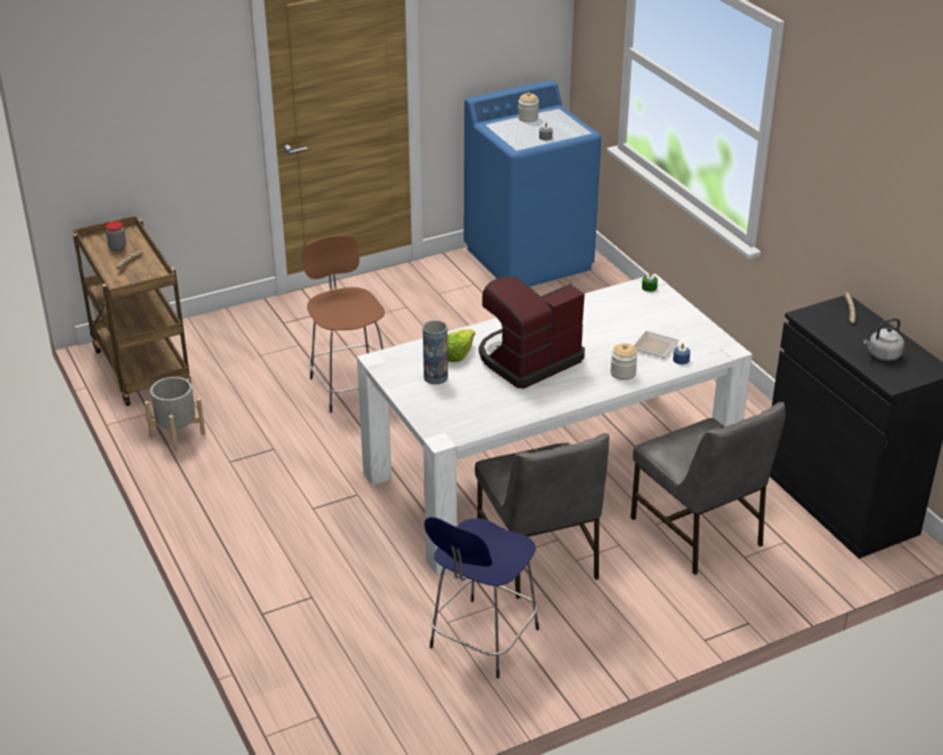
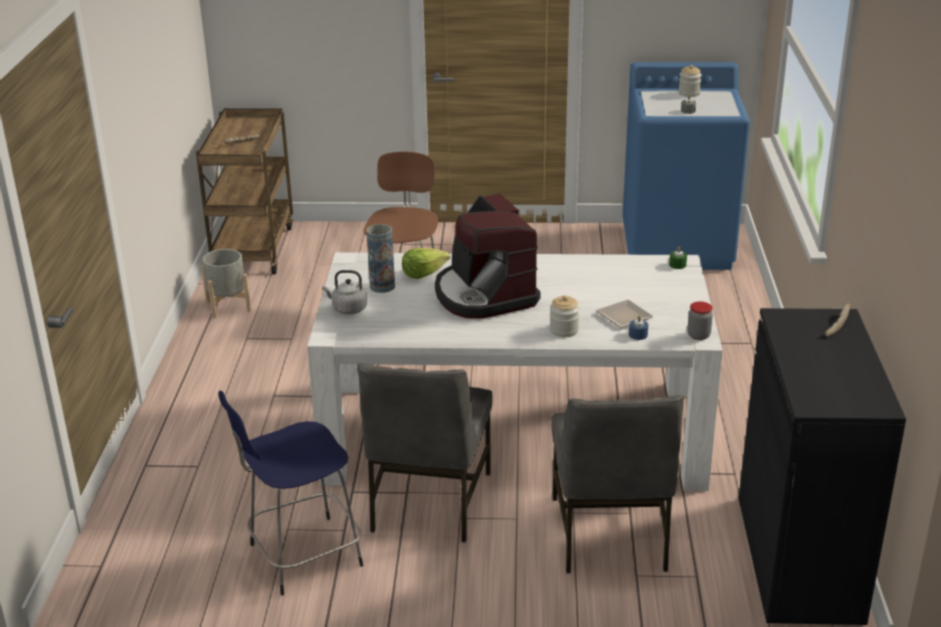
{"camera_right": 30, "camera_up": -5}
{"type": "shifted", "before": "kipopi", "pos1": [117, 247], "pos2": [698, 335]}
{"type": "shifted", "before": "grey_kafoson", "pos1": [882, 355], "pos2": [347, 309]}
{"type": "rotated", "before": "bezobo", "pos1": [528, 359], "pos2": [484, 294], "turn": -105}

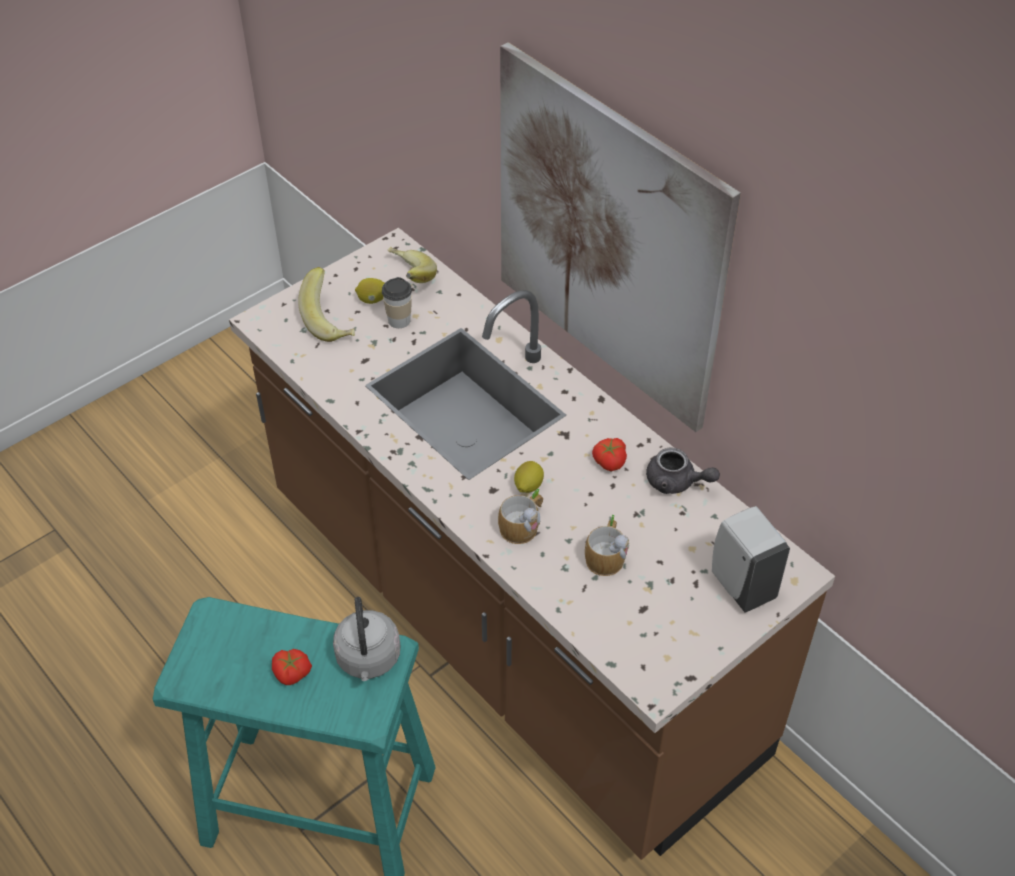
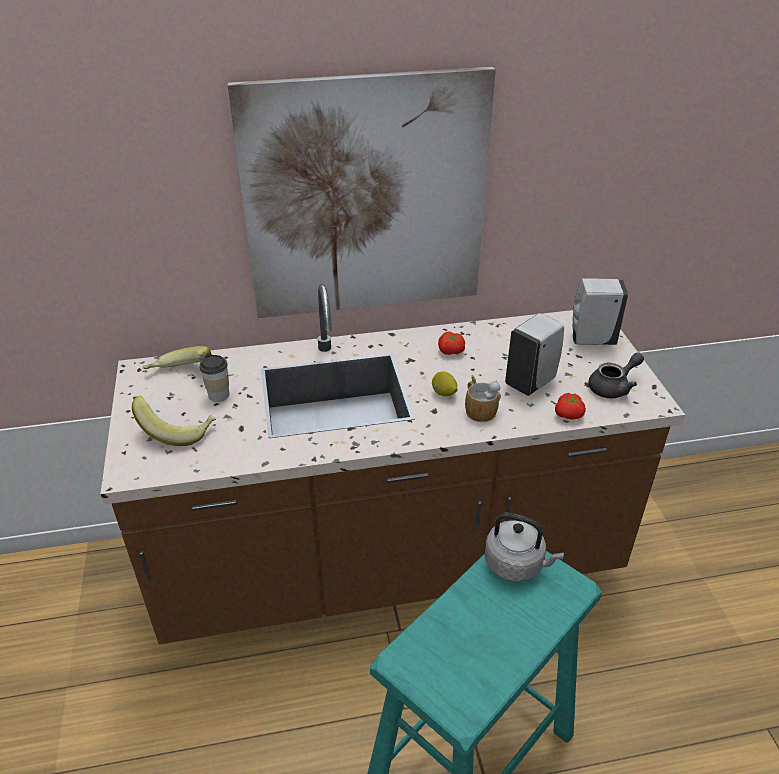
{"camera_right": -60, "camera_up": -10}
{"type": "gone", "before": "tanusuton", "pos1": [373, 300]}
{"type": "shifted", "before": "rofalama", "pos1": [292, 674], "pos2": [569, 415]}
{"type": "shifted", "before": "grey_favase", "pos1": [676, 482], "pos2": [613, 387]}
{"type": "swapped", "before": "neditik", "after": "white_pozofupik", "pos1": [607, 555], "pos2": [531, 382]}

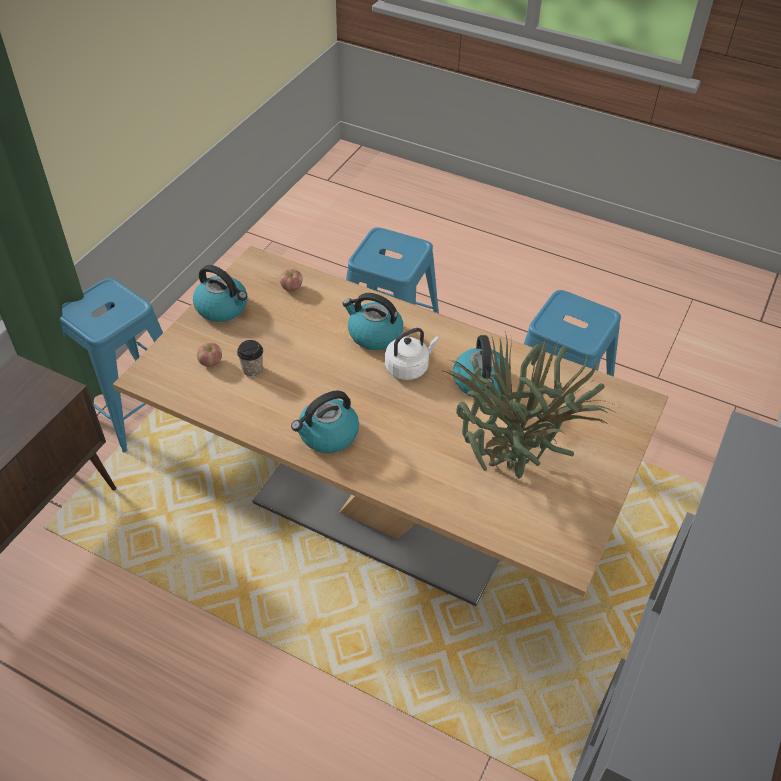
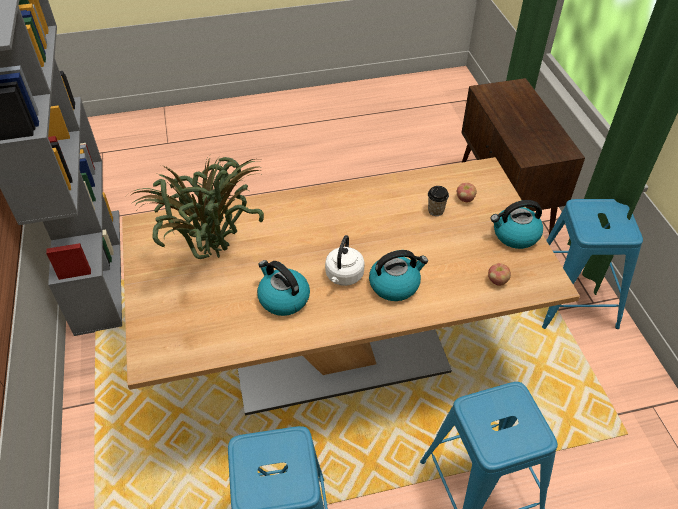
{"camera_right": 140, "camera_up": 0}
{"type": "gone", "before": "kafoson", "pos1": [327, 435]}

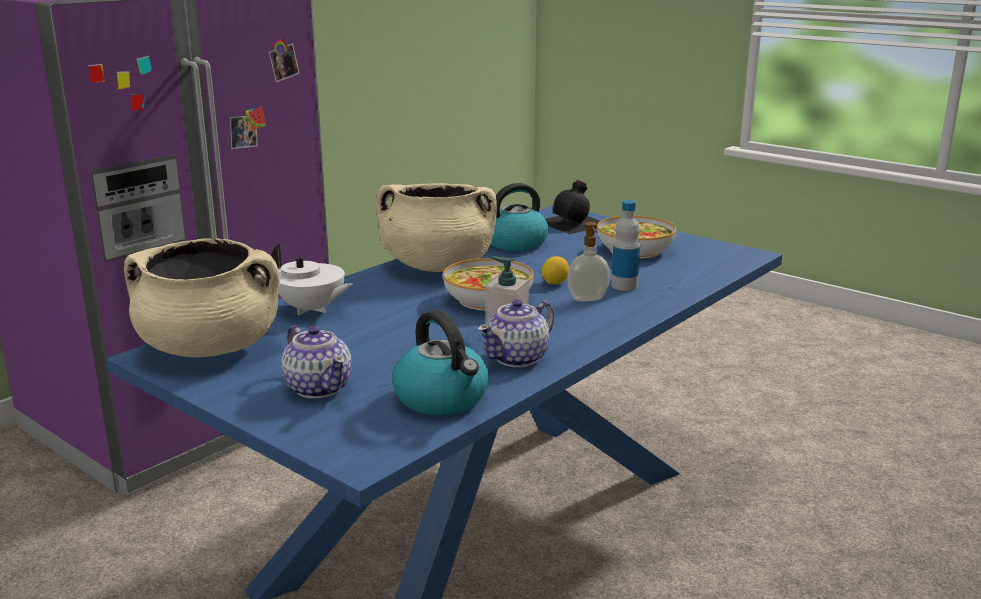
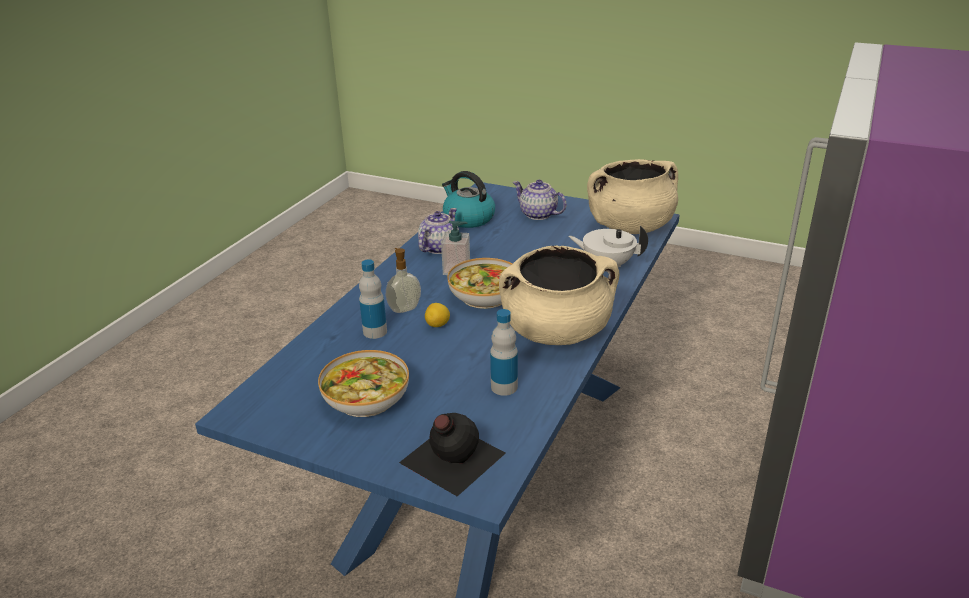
{"camera_right": 165, "camera_up": 10}
{"type": "swapped", "before": "kafoson", "after": "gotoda", "pos1": [514, 244], "pos2": [504, 387]}

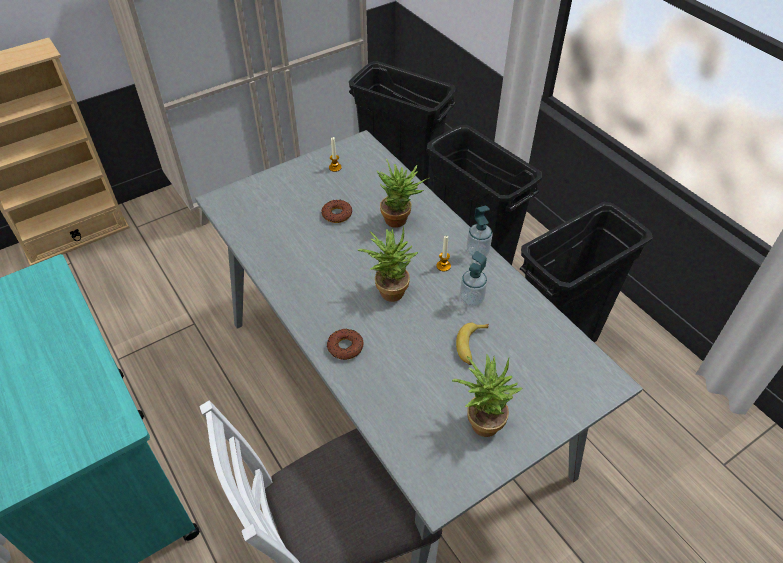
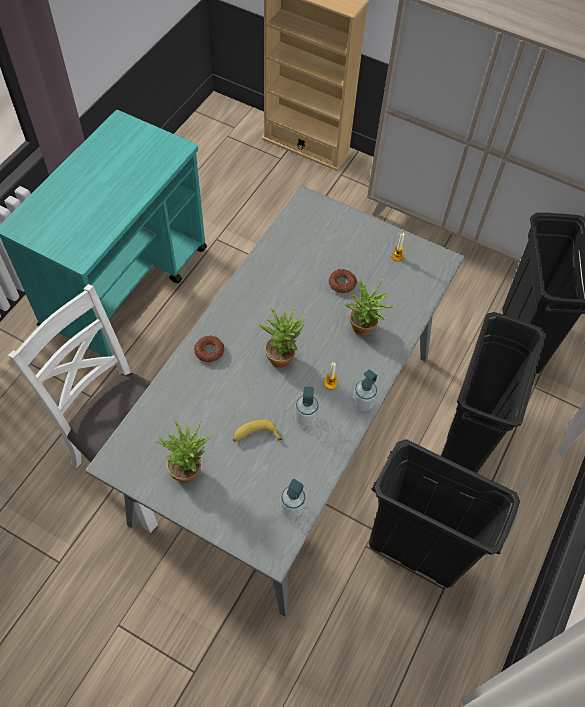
{"camera_right": 60, "camera_up": 10}
{"type": "new", "after": "pozofupik", "pos2": [292, 508]}

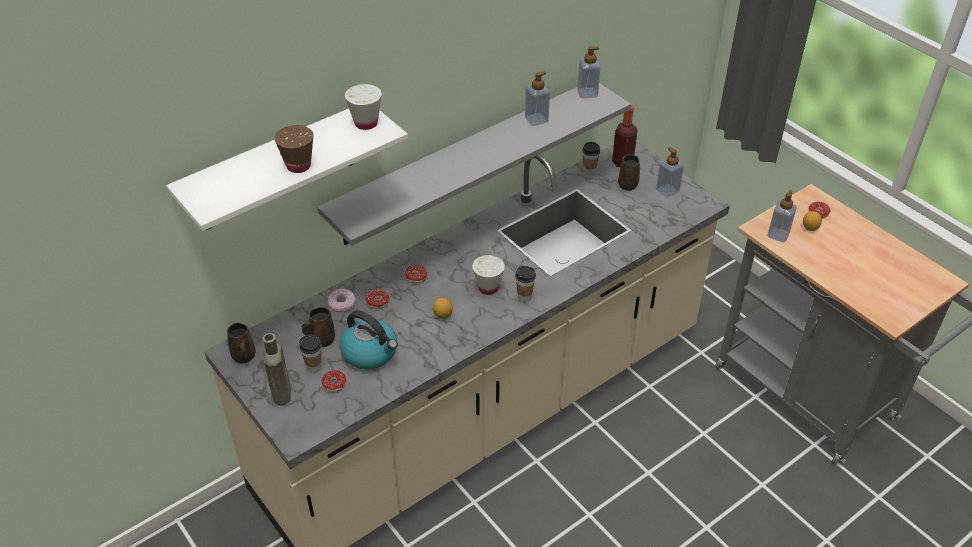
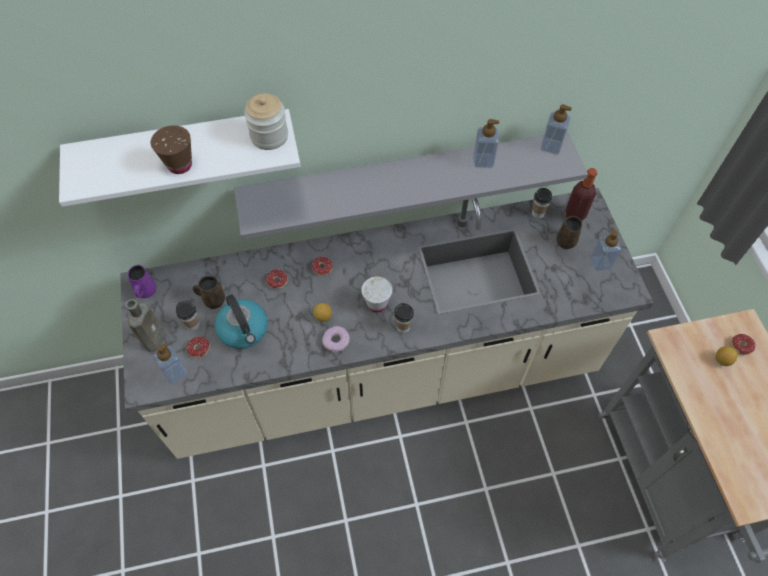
{"camera_right": 25, "camera_up": 15}
{"type": "shifted", "before": "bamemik", "pos1": [342, 304], "pos2": [336, 341]}
{"type": "shifted", "before": "pozofupik", "pos1": [778, 235], "pos2": [175, 372]}
{"type": "swapped", "before": "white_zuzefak", "after": "kipopi", "pos1": [366, 123], "pos2": [269, 136]}
{"type": "repainted", "before": "brown_neditik", "after": "purple_neditik", "pos1": [244, 357], "pos2": [146, 291]}

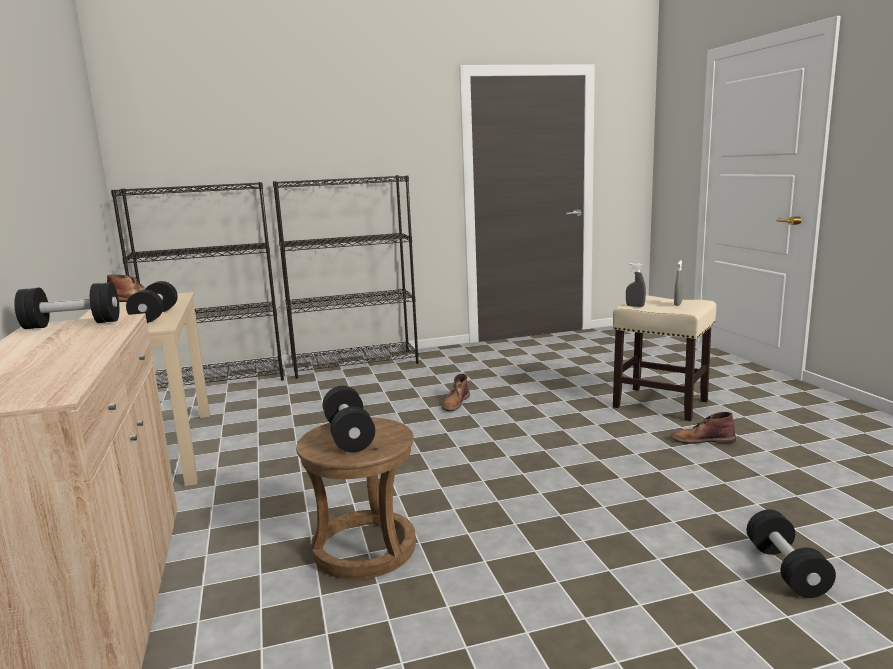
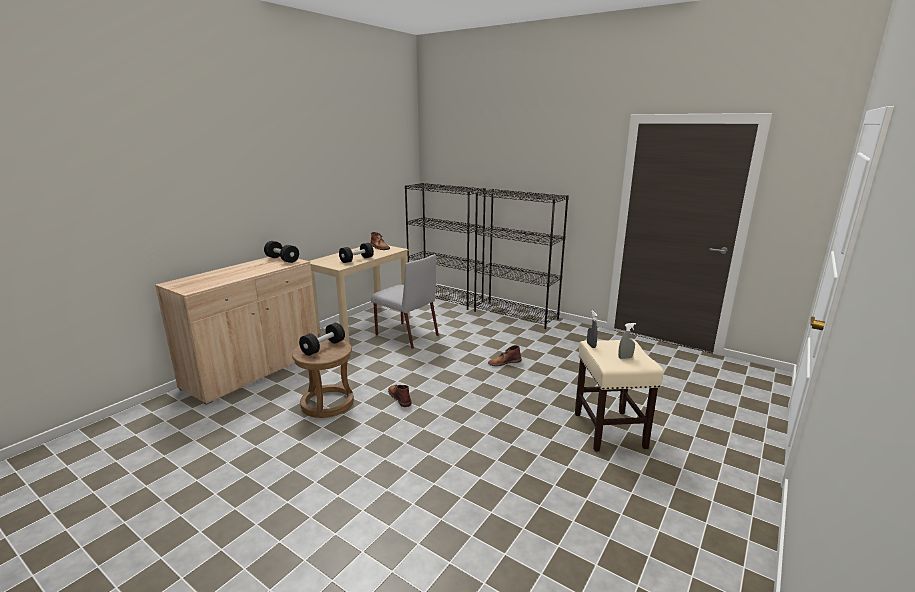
{"camera_right": 50, "camera_up": 5}
{"type": "gone", "before": "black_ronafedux", "pos1": [786, 570]}
{"type": "new", "after": "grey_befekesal", "pos2": [406, 335]}
{"type": "shifted", "before": "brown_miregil", "pos1": [701, 440], "pos2": [399, 397]}

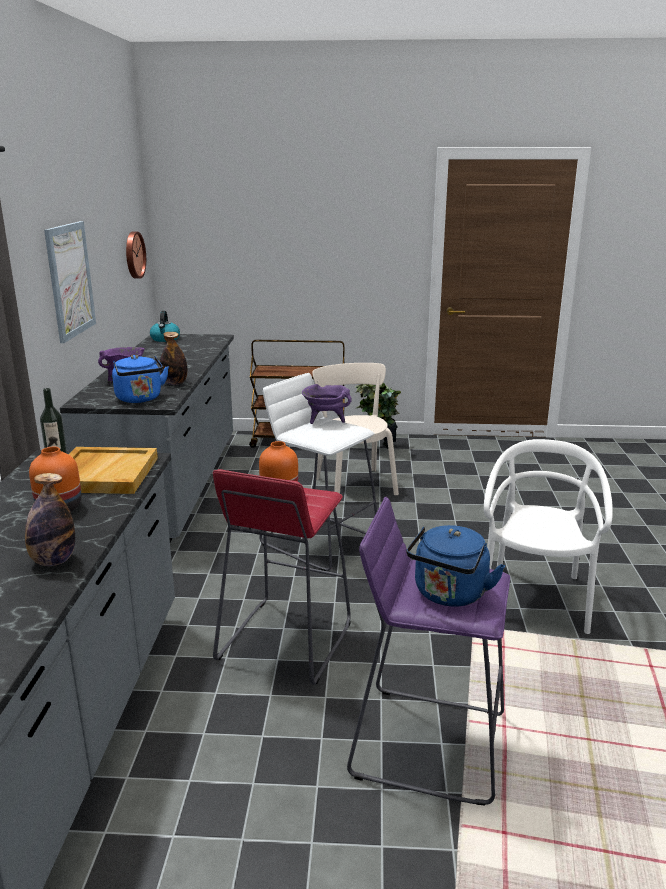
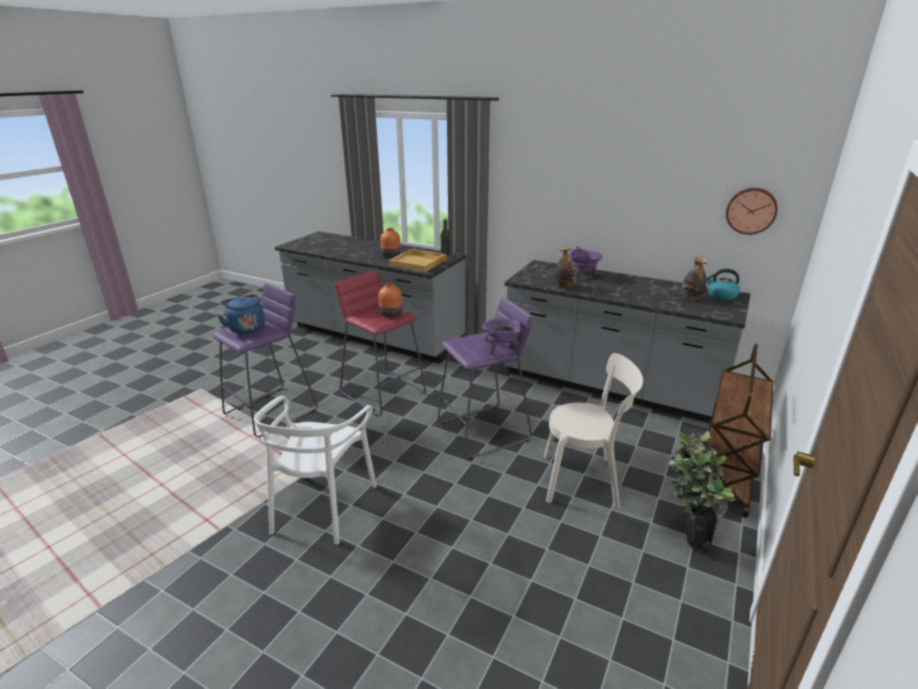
{"camera_right": 115, "camera_up": 5}
{"type": "gone", "before": "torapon", "pos1": [70, 280]}
{"type": "gone", "before": "blue_kafoson", "pos1": [140, 399]}
{"type": "shifted", "before": "gotoda", "pos1": [53, 561], "pos2": [691, 298]}
{"type": "repainted", "before": "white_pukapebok", "after": "purple_pukapebok", "pos1": [320, 541], "pos2": [484, 431]}
{"type": "rotated", "before": "white_befekesal", "pos1": [534, 598], "pos2": [322, 506], "turn": 60}

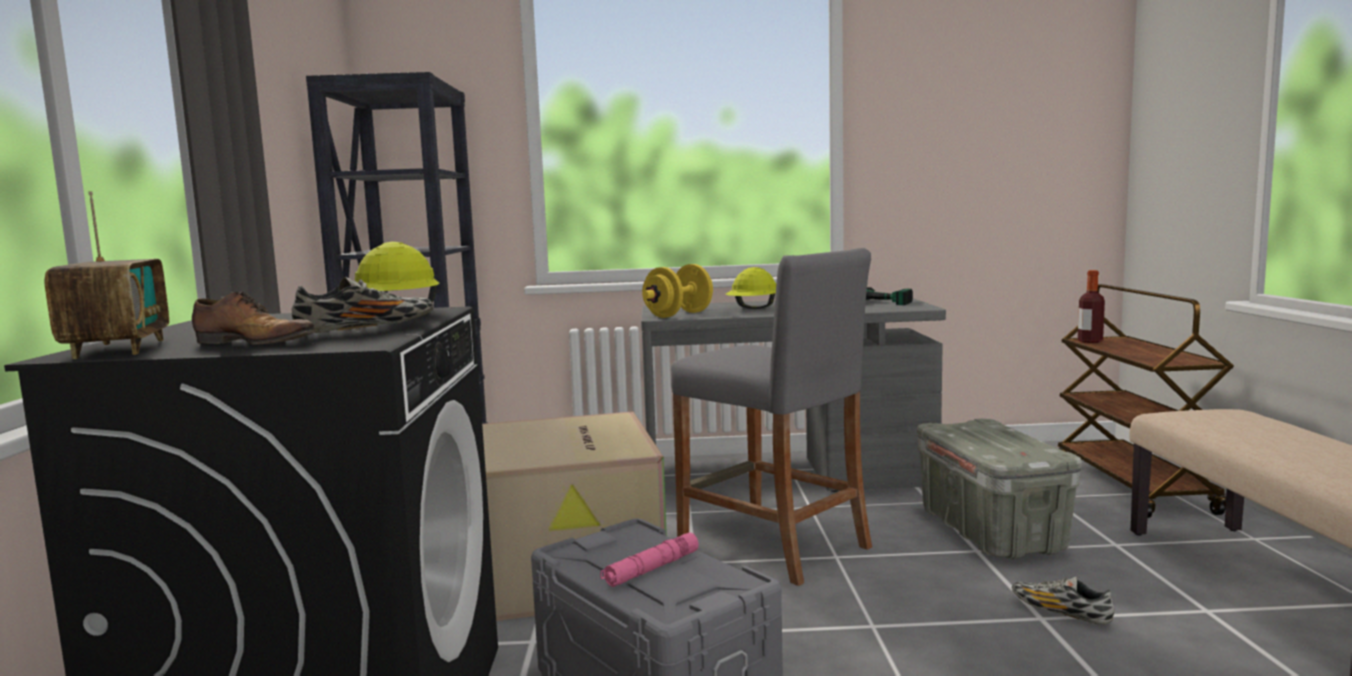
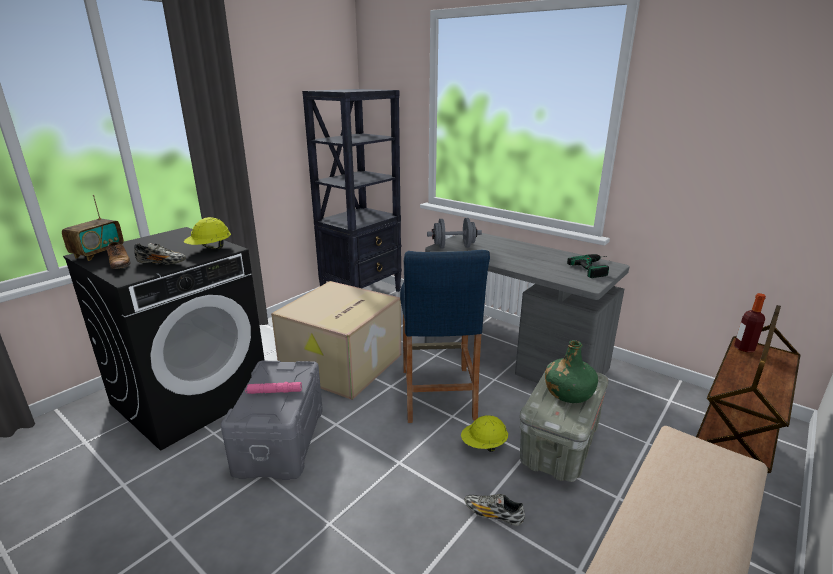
{"camera_right": 40, "camera_up": 15}
{"type": "new", "after": "green_gotoda", "pos2": [568, 393]}
{"type": "shifted", "before": "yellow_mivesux", "pos1": [752, 309], "pos2": [483, 445]}
{"type": "repainted", "before": "yellow_ronafedux", "after": "grey_ronafedux", "pos1": [678, 315], "pos2": [453, 247]}
{"type": "repainted", "before": "grey_pukapebok", "after": "blue_pukapebok", "pos1": [773, 544], "pos2": [438, 393]}
{"type": "rotated", "before": "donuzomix", "pos1": [1060, 613], "pos2": [493, 514], "turn": -60}

